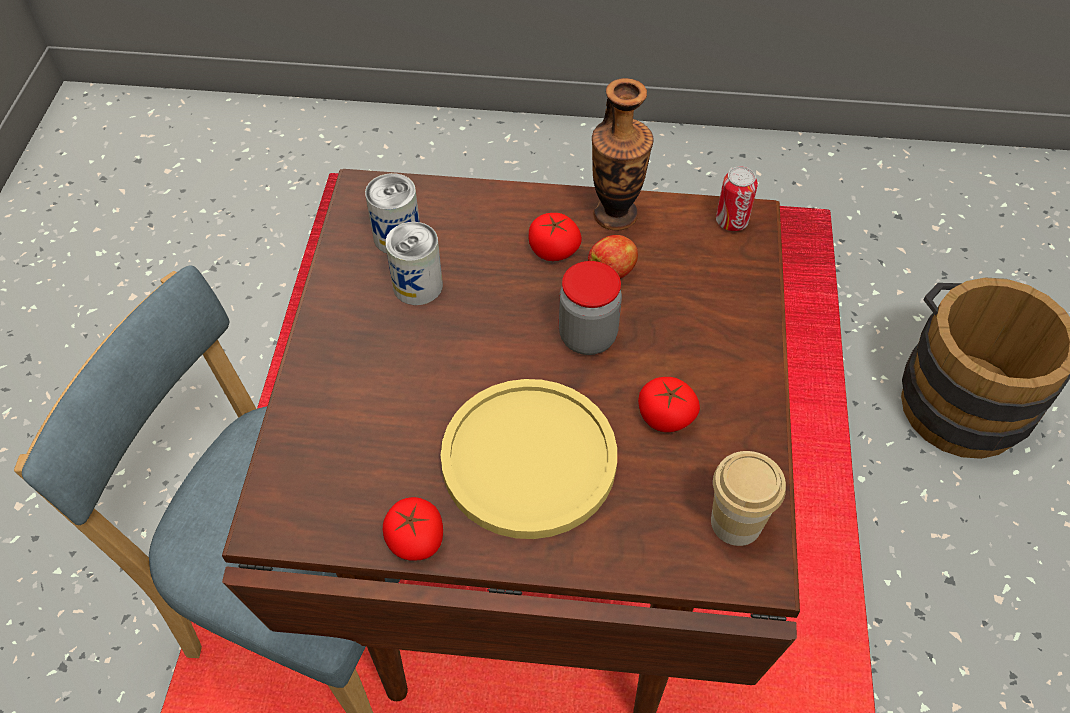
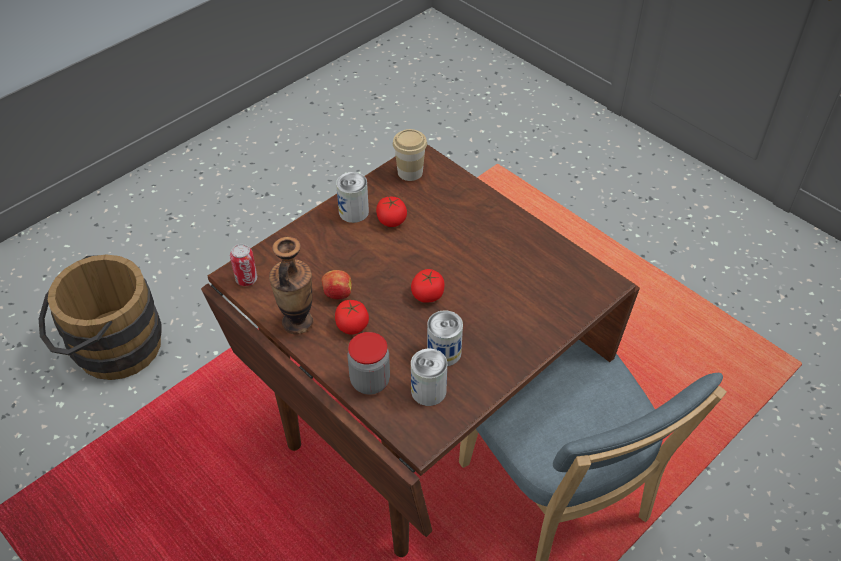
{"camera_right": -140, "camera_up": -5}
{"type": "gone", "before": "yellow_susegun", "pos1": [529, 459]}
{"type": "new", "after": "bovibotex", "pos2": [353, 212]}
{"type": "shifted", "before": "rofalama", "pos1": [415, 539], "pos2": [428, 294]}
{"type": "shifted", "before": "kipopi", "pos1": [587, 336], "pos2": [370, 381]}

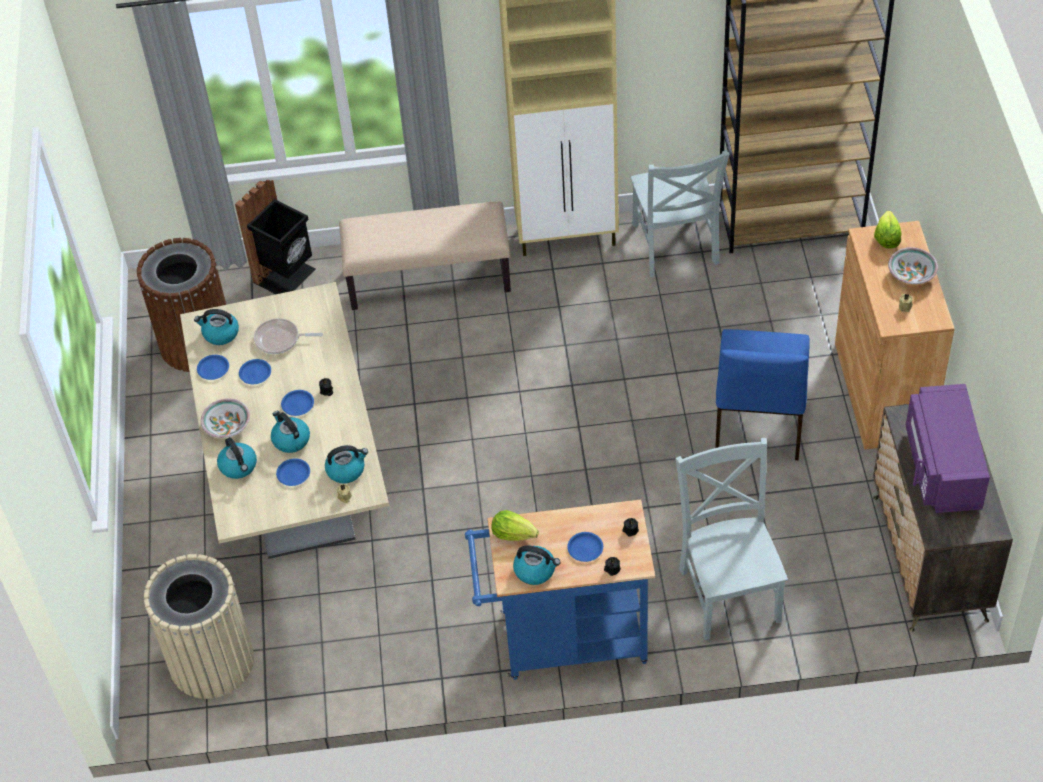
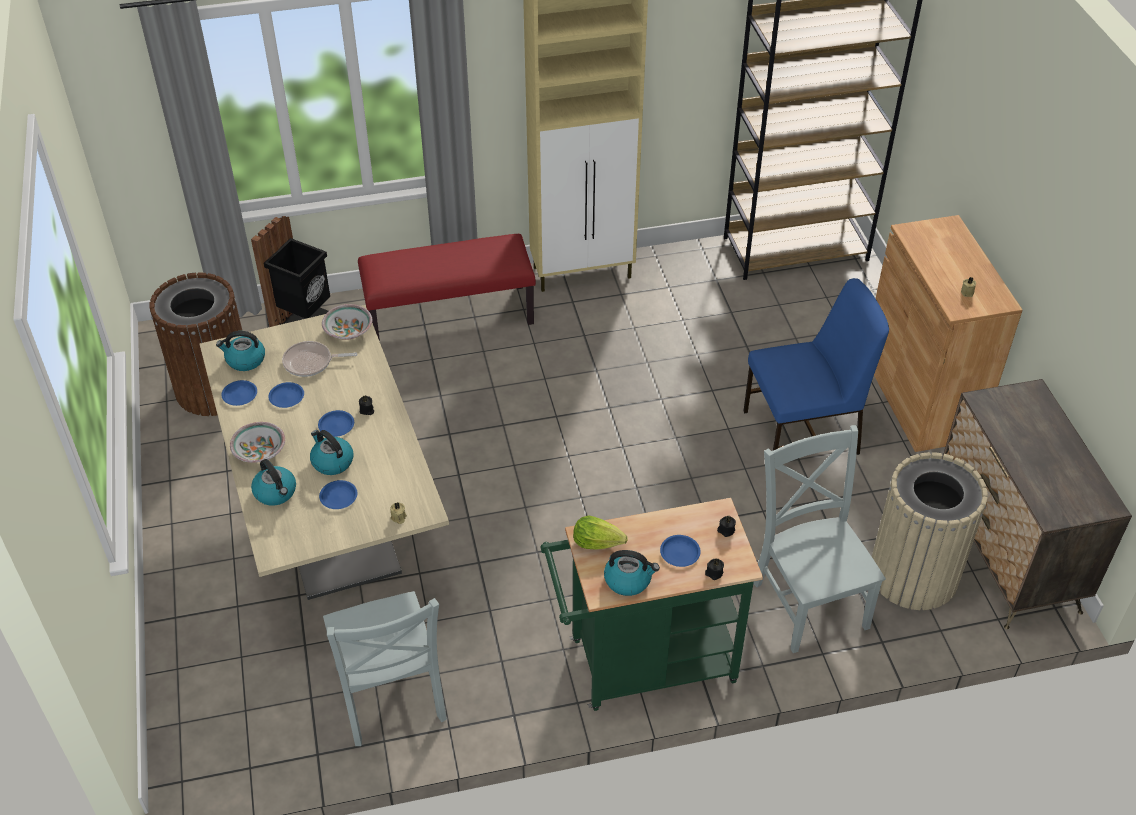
{"camera_right": -10, "camera_up": -5}
{"type": "gone", "before": "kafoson", "pos1": [346, 470]}
{"type": "gone", "before": "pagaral", "pos1": [886, 238]}
{"type": "gone", "before": "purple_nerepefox", "pos1": [941, 467]}
{"type": "shifted", "before": "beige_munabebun", "pos1": [211, 661], "pos2": [913, 574]}
{"type": "shifted", "before": "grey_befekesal", "pos1": [675, 247], "pos2": [390, 698]}
{"type": "shifted", "before": "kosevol", "pos1": [911, 274], "pos2": [348, 331]}
{"type": "repainted", "before": "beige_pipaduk", "after": "red_pipaduk", "pos1": [429, 278], "pos2": [450, 316]}
{"type": "repainted", "before": "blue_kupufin", "after": "green_kupufin", "pos1": [564, 640], "pos2": [642, 664]}
{"type": "rotated", "before": "blue_befekesal", "pos1": [758, 422], "pos2": [803, 432], "turn": -105}

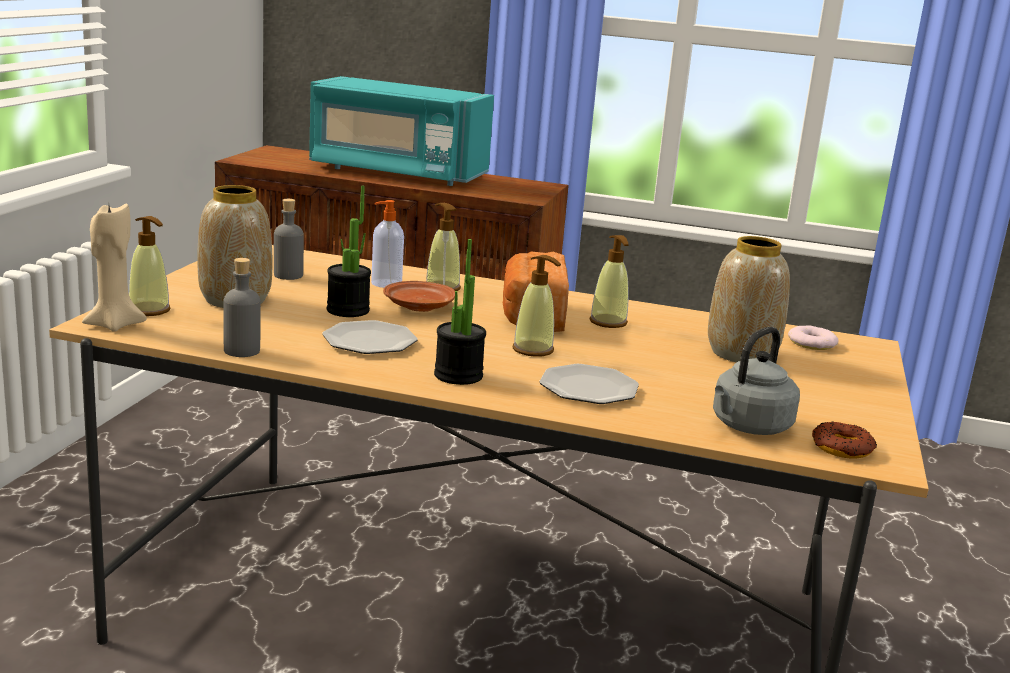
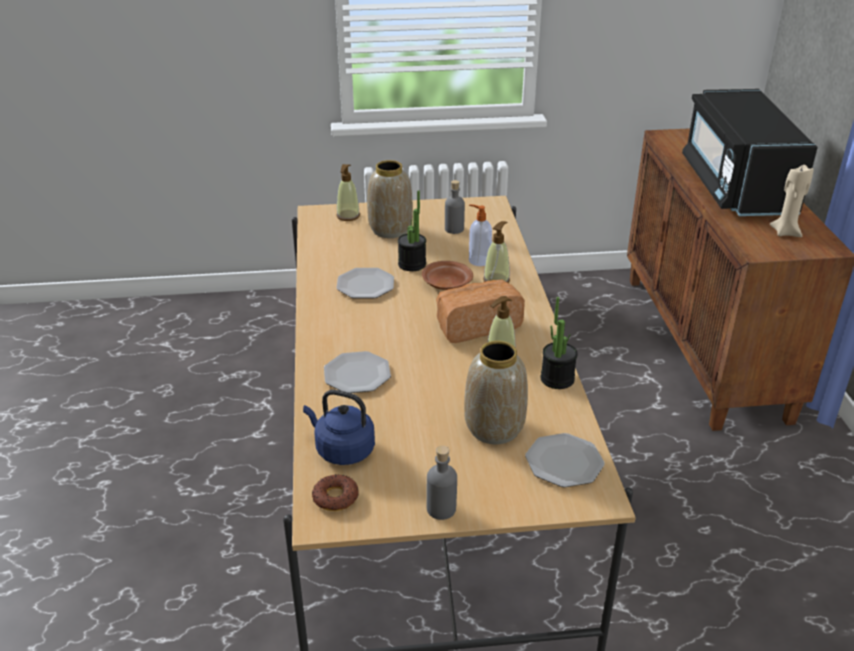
{"camera_right": 70, "camera_up": 15}
{"type": "gone", "before": "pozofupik", "pos1": [533, 350]}
{"type": "shifted", "before": "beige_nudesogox", "pos1": [114, 325], "pos2": [785, 232]}
{"type": "shifted", "before": "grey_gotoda", "pos1": [242, 351], "pos2": [441, 509]}
{"type": "shifted", "before": "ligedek", "pos1": [458, 375], "pos2": [557, 379]}
{"type": "swapped", "before": "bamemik", "after": "susegun", "pos1": [811, 343], "pos2": [563, 463]}
{"type": "repainted", "before": "turquoise_nerepefox", "after": "black_nerepefox", "pos1": [396, 173], "pos2": [736, 186]}
{"type": "repainted", "before": "grey_kafoson", "after": "blue_kafoson", "pos1": [748, 427], "pos2": [342, 450]}

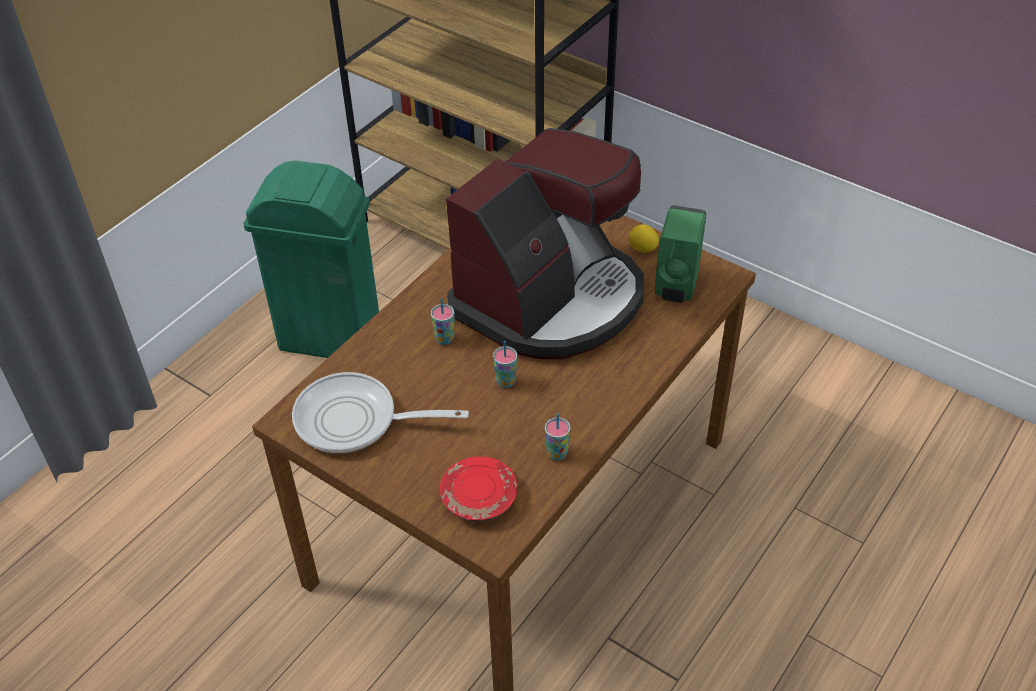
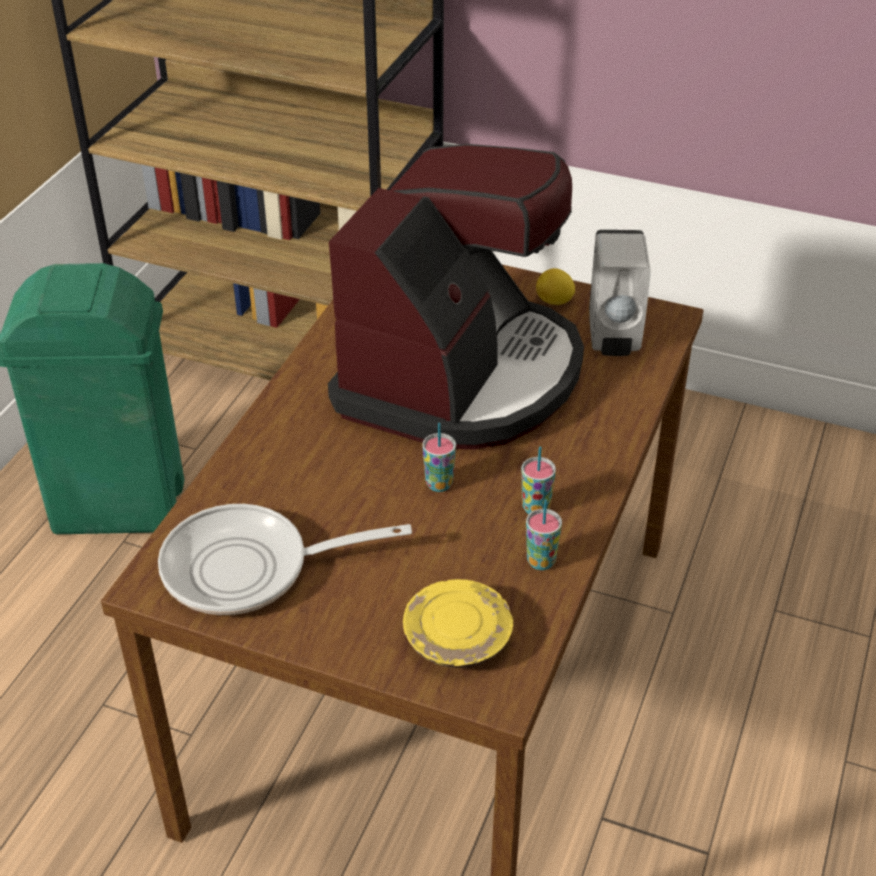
{"camera_right": -15, "camera_up": -5}
{"type": "shifted", "before": "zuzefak", "pos1": [444, 339], "pos2": [536, 508]}
{"type": "repainted", "before": "red_susegun", "after": "yellow_susegun", "pos1": [479, 498], "pos2": [458, 637]}
{"type": "repainted", "before": "green_pozofupik", "after": "white_pozofupik", "pos1": [676, 286], "pos2": [613, 338]}

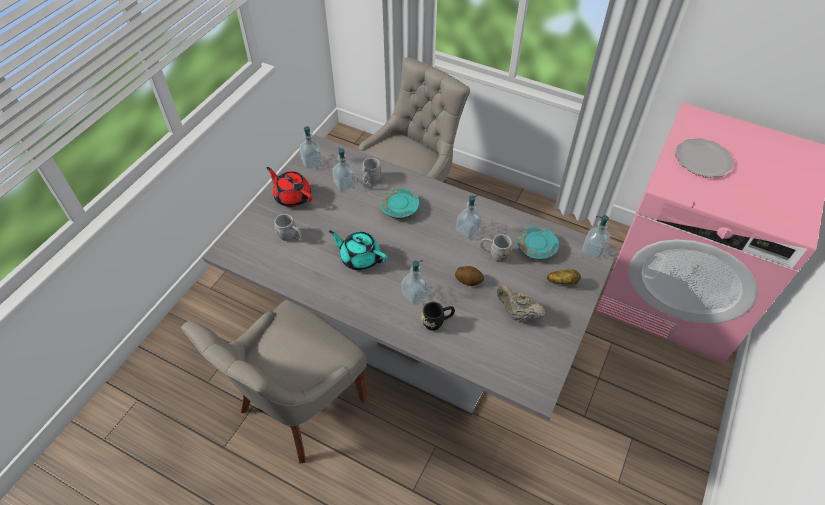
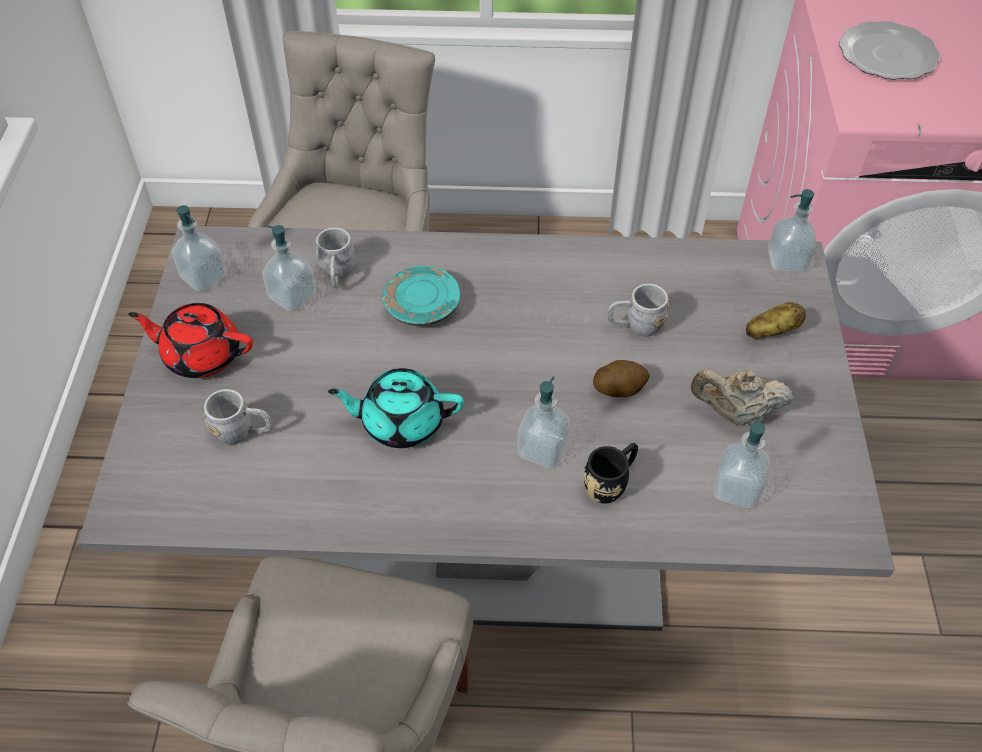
{"camera_right": -25, "camera_up": 0}
{"type": "gone", "before": "turquoise_susegun", "pos1": [536, 248]}
{"type": "shifted", "before": "pozofupik", "pos1": [468, 230], "pos2": [736, 489]}

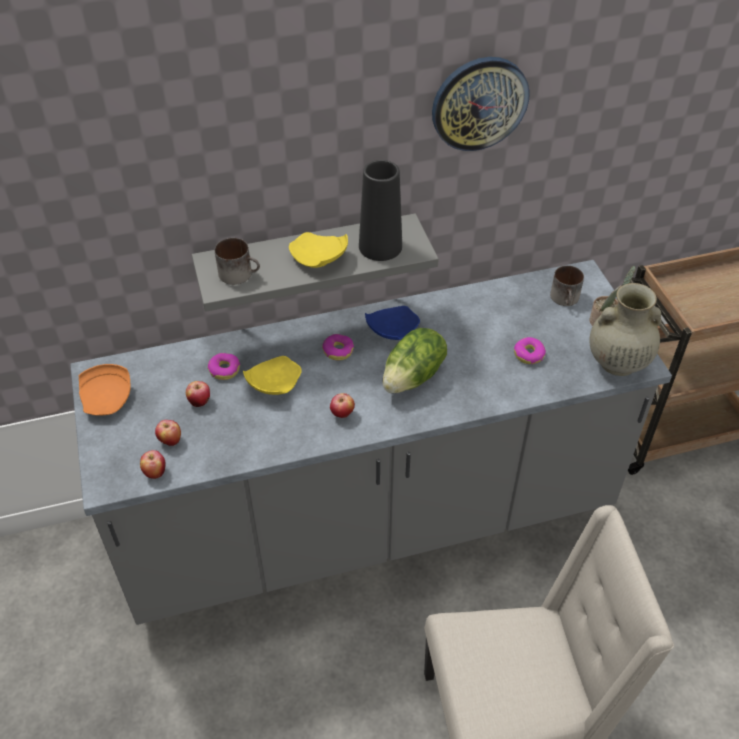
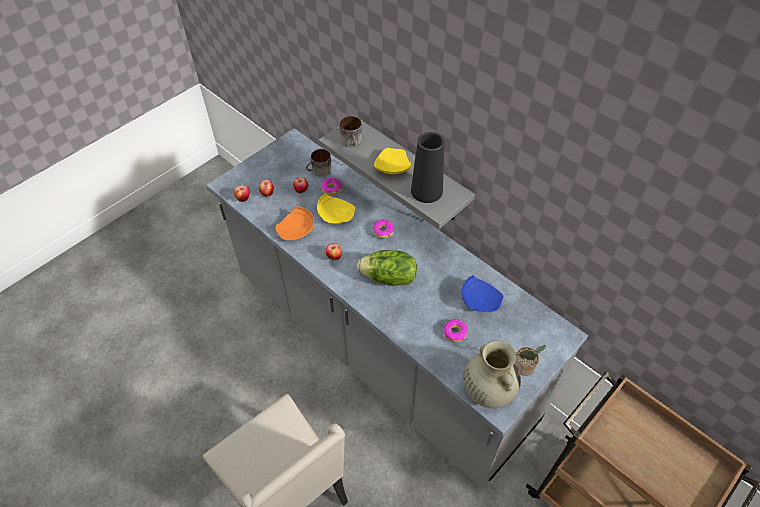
{"camera_right": 60, "camera_up": 5}
{"type": "gone", "before": "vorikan", "pos1": [479, 103]}
{"type": "shifted", "before": "orange_susegun", "pos1": [107, 399], "pos2": [296, 230]}
{"type": "shifted", "before": "blue_susegun", "pos1": [391, 330], "pos2": [480, 299]}
{"type": "shifted", "before": "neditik", "pos1": [566, 299], "pos2": [320, 171]}

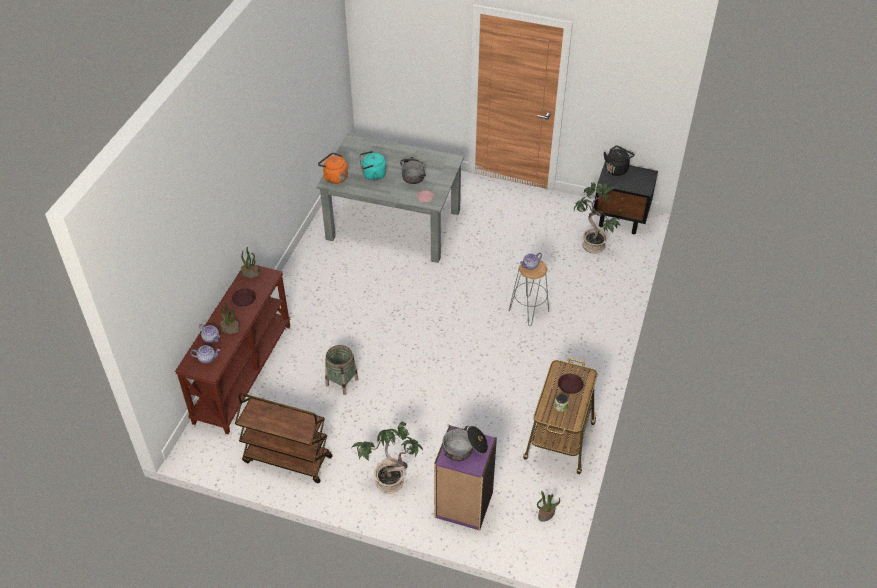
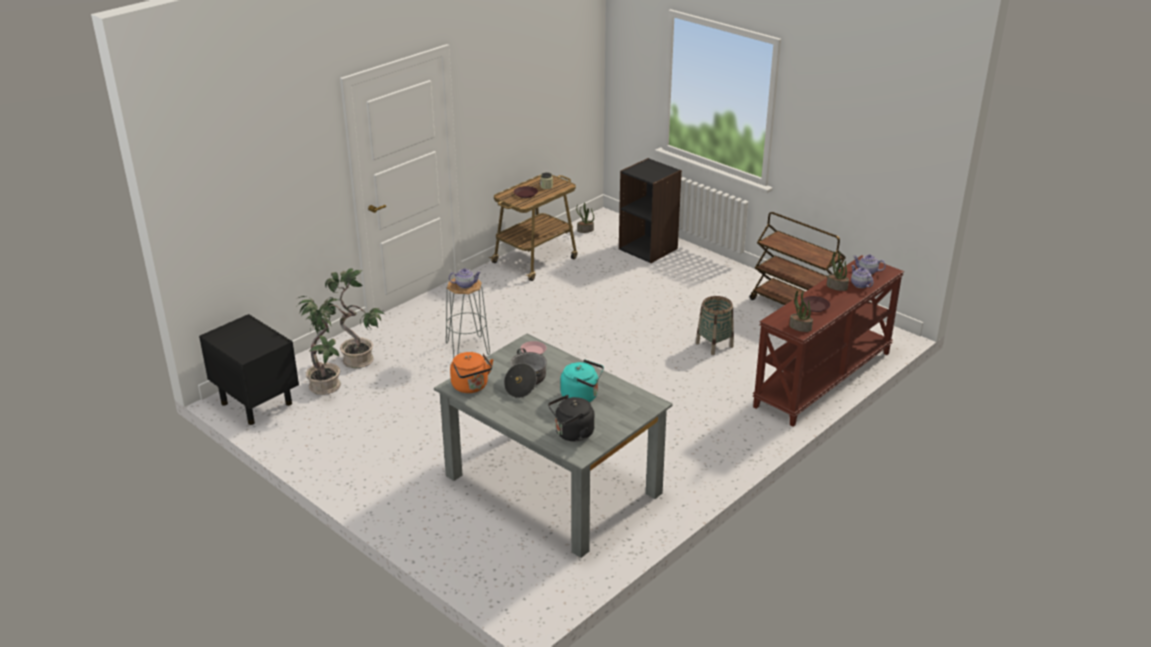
{"camera_right": -155, "camera_up": -15}
{"type": "gone", "before": "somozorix", "pos1": [464, 449]}
{"type": "shifted", "before": "orange_kafoson", "pos1": [334, 177], "pos2": [471, 387]}
{"type": "shifted", "before": "ligedek", "pos1": [390, 480], "pos2": [356, 360]}
{"type": "shifted", "before": "black_kafoson", "pos1": [616, 169], "pos2": [572, 434]}
{"type": "repainted", "before": "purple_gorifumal", "after": "black_gorifumal", "pos1": [463, 505], "pos2": [648, 248]}

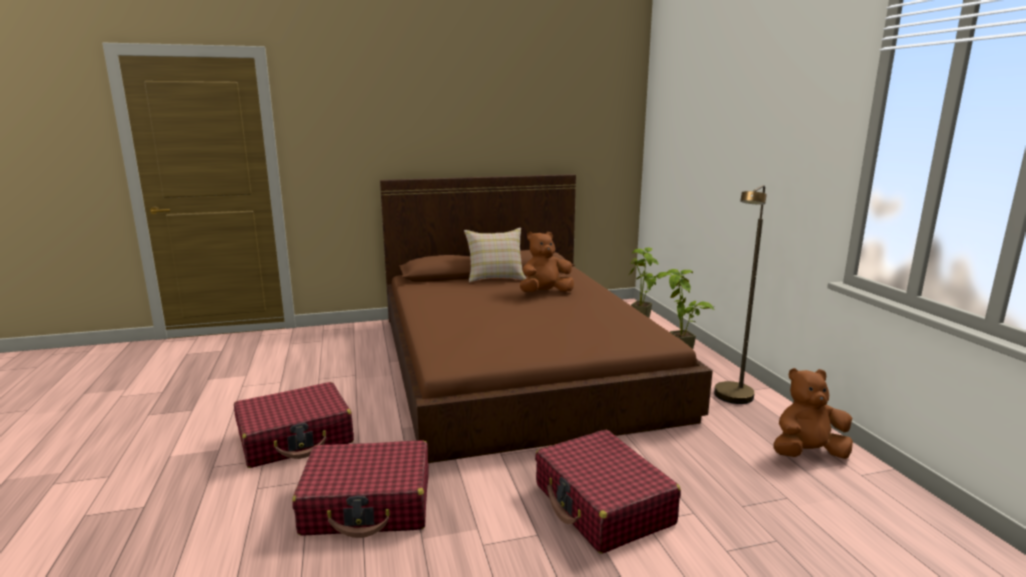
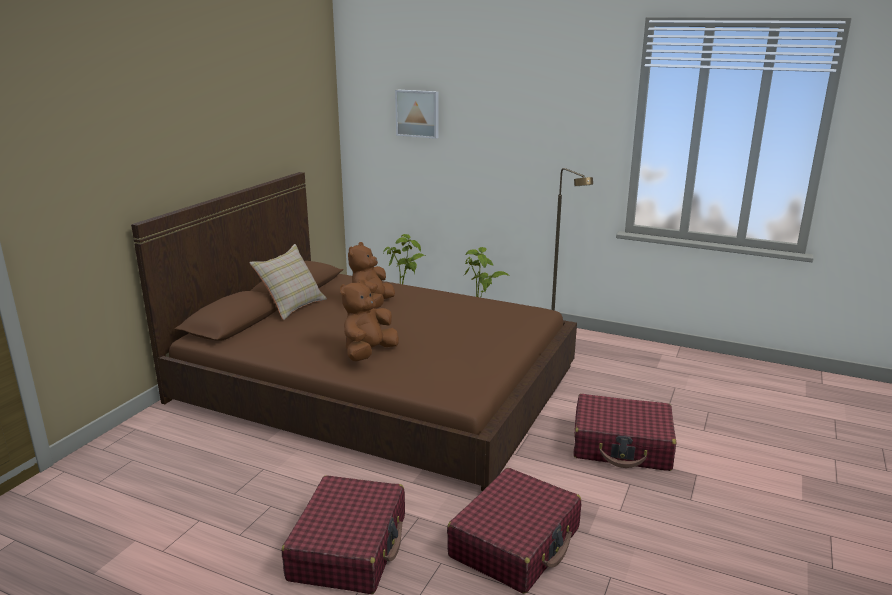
{"camera_right": -50, "camera_up": 5}
{"type": "new", "after": "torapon", "pos2": [418, 113]}
{"type": "shifted", "before": "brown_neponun", "pos1": [807, 453], "pos2": [368, 353]}

